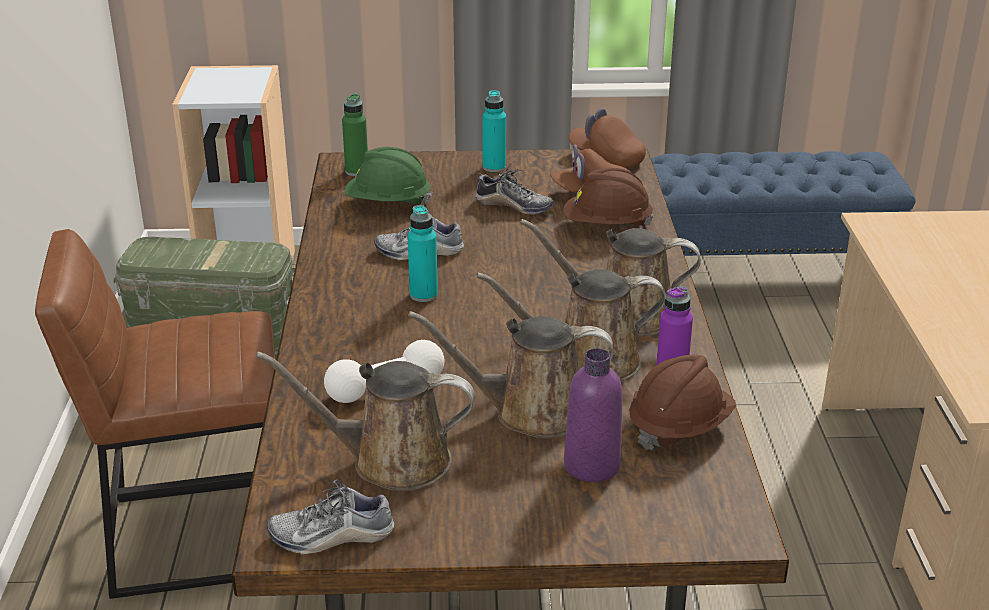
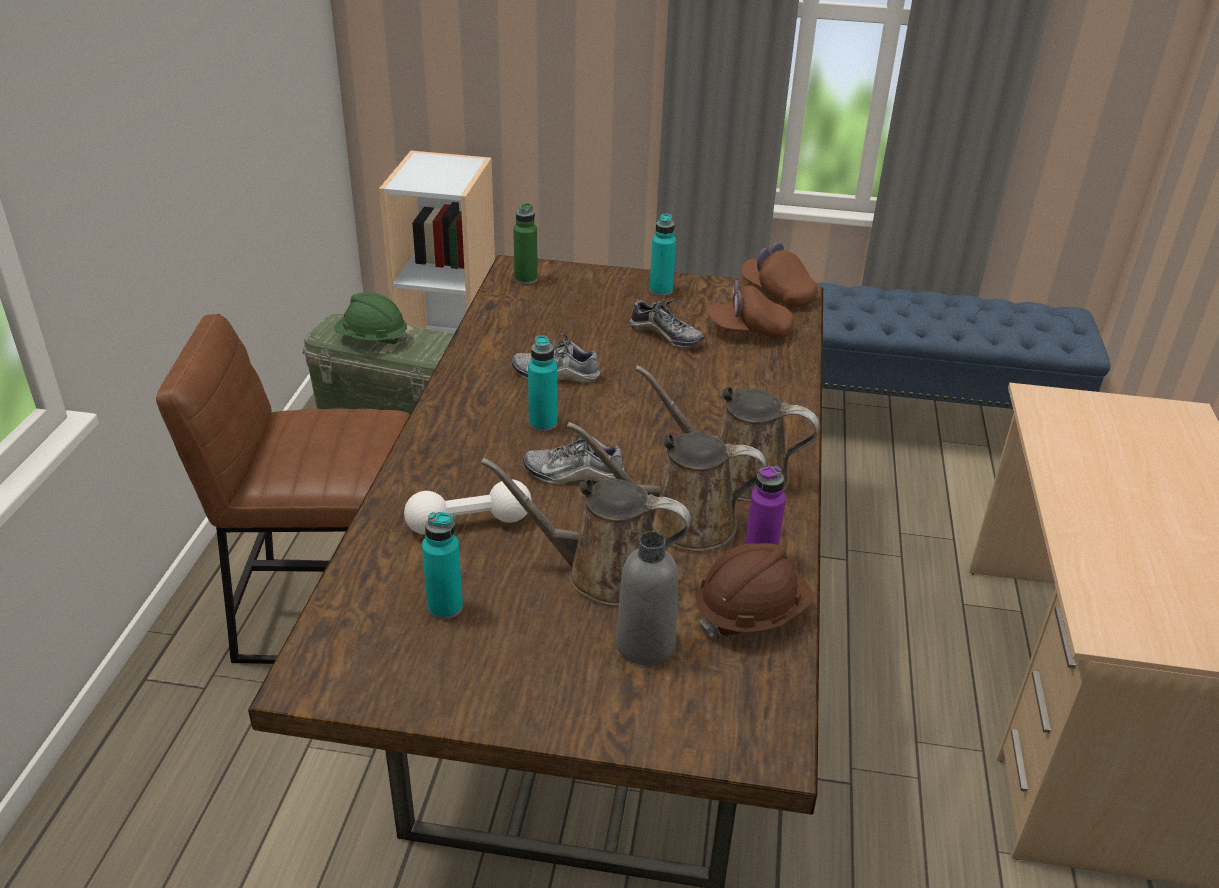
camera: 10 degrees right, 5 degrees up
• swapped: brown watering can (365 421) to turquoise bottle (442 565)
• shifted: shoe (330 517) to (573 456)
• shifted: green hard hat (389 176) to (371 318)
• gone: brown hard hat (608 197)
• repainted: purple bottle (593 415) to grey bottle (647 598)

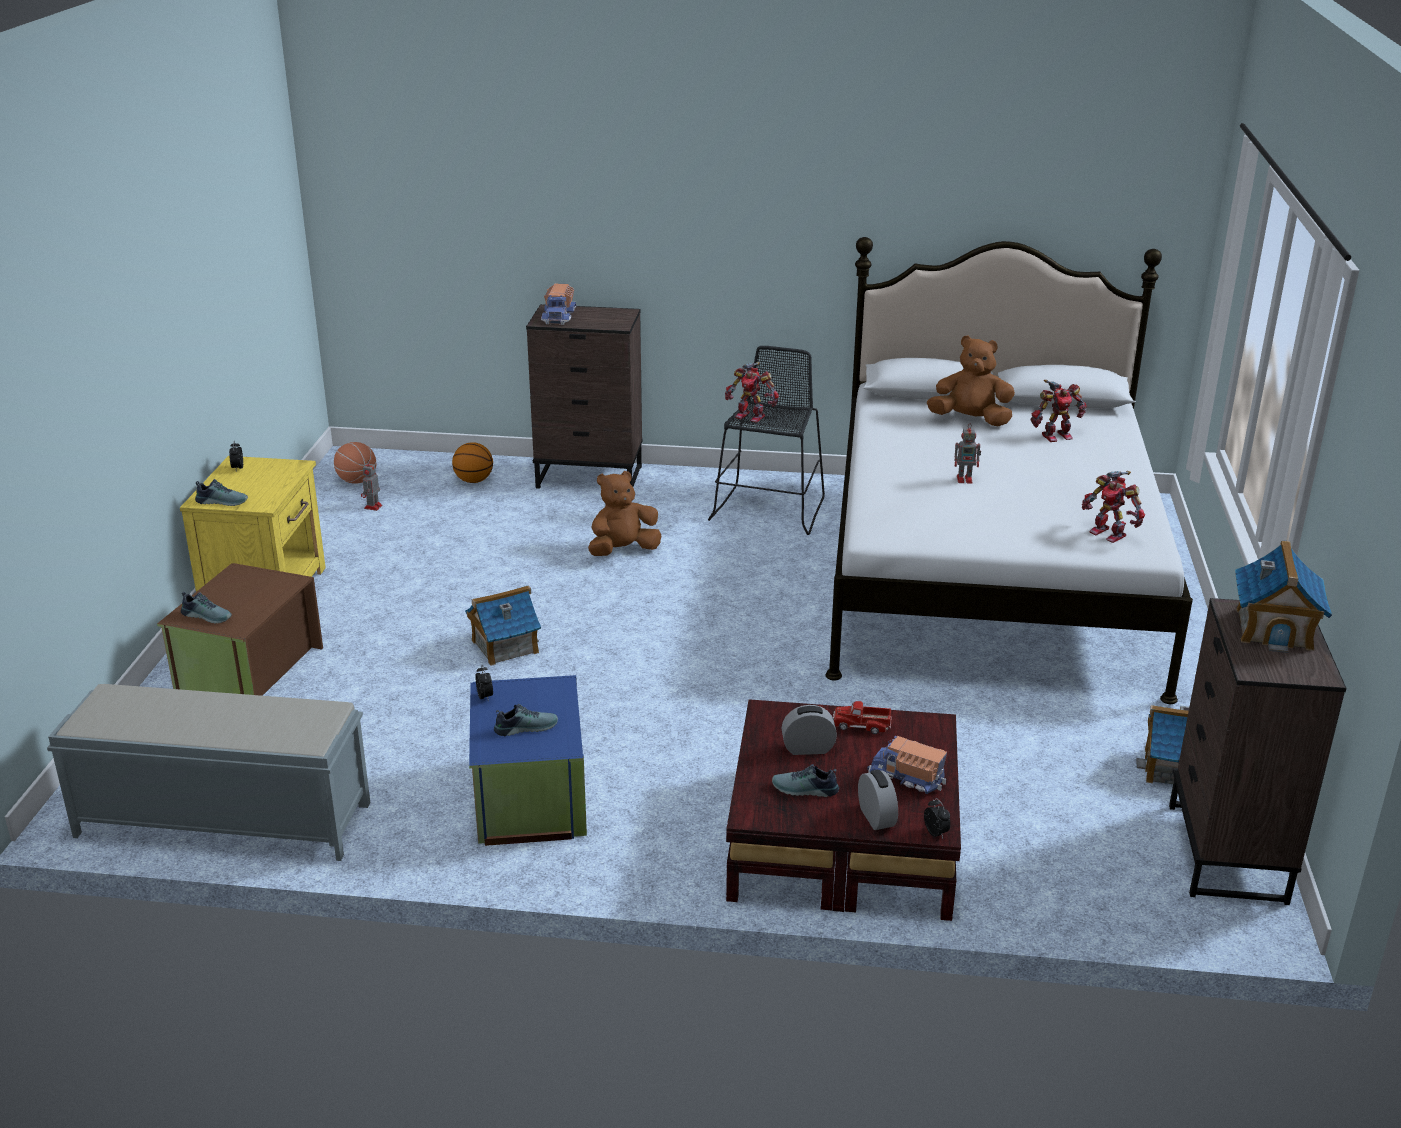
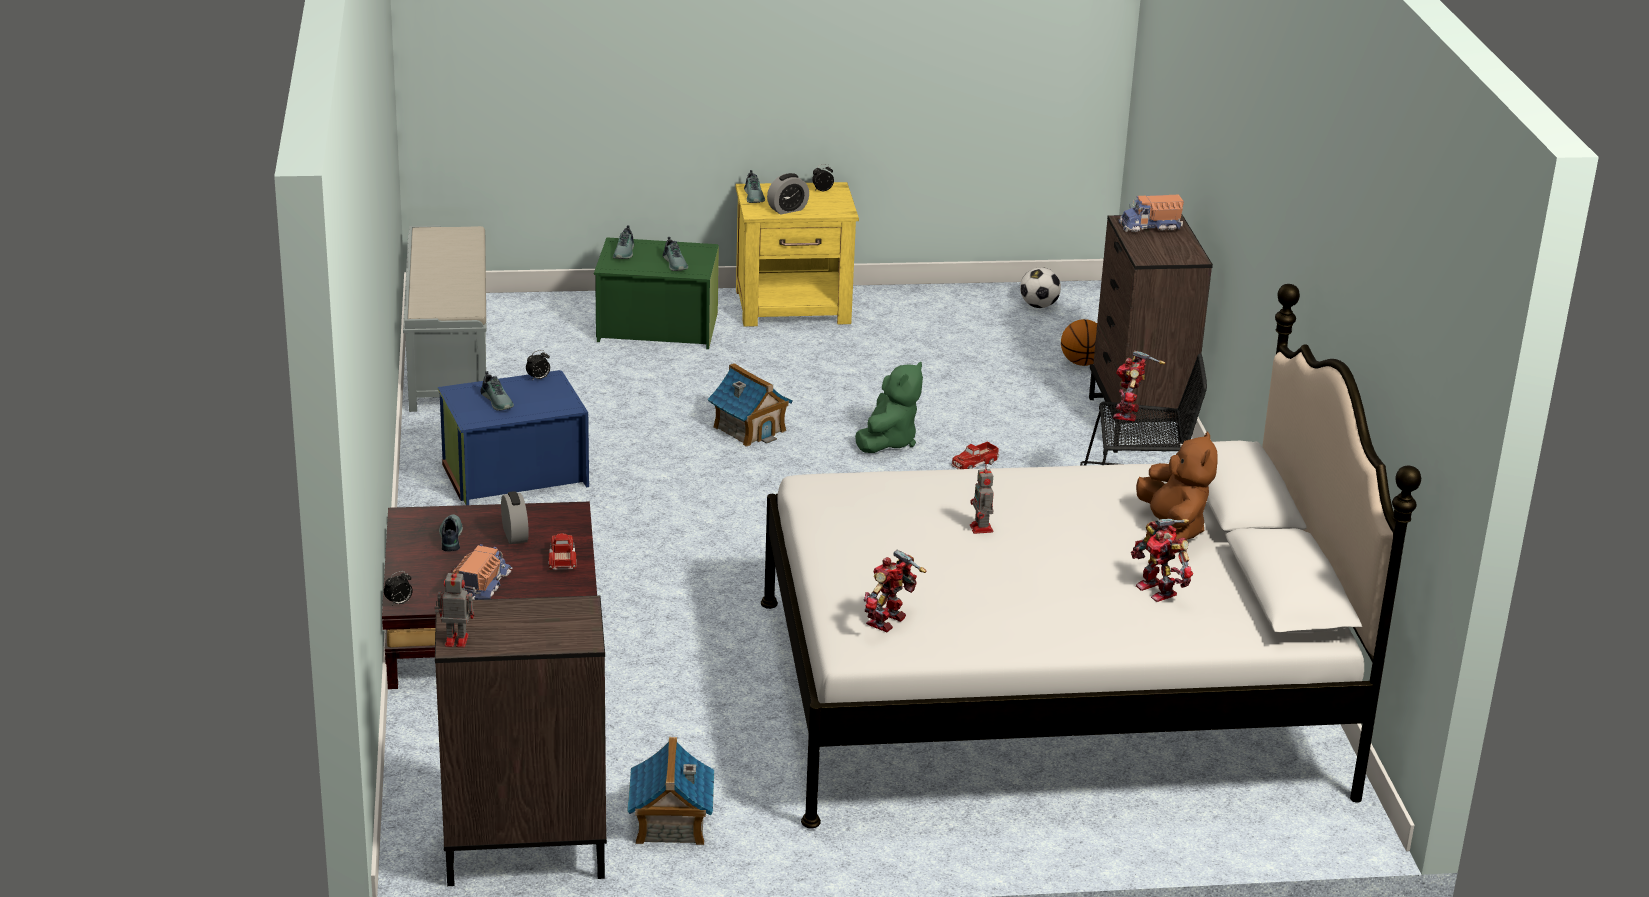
camera: 75 degrees right, 0 degrees up
• repainted: brown storage box (240 629) to green storage box (656 293)
• swapped: basketball (355 463) to football (1040 287)
• shifted: toy robot (371 487) to (454 607)
• swapped: brown plush toy (624 513) to toy truck (975 455)
• shifted: alarm clock (878 800) to (788 194)
• gone: toy house (1283 596)
• new: shoe (675 254)
• new: green plush toy (889 407)

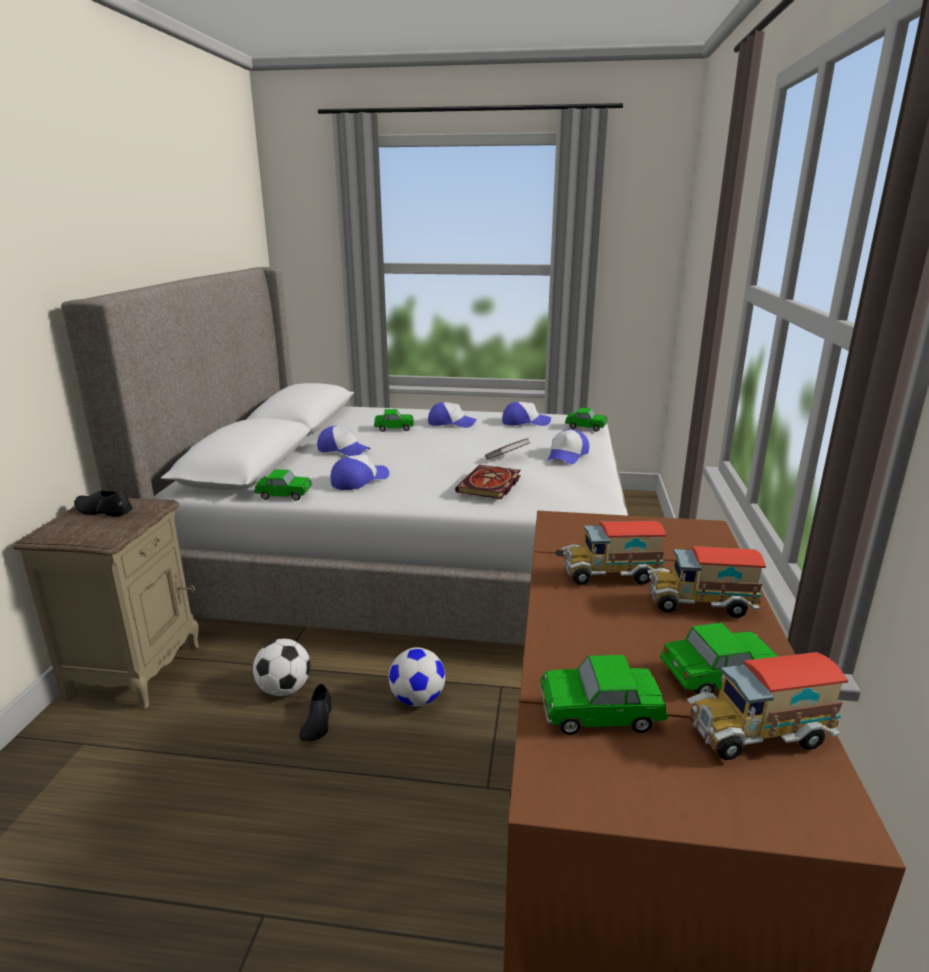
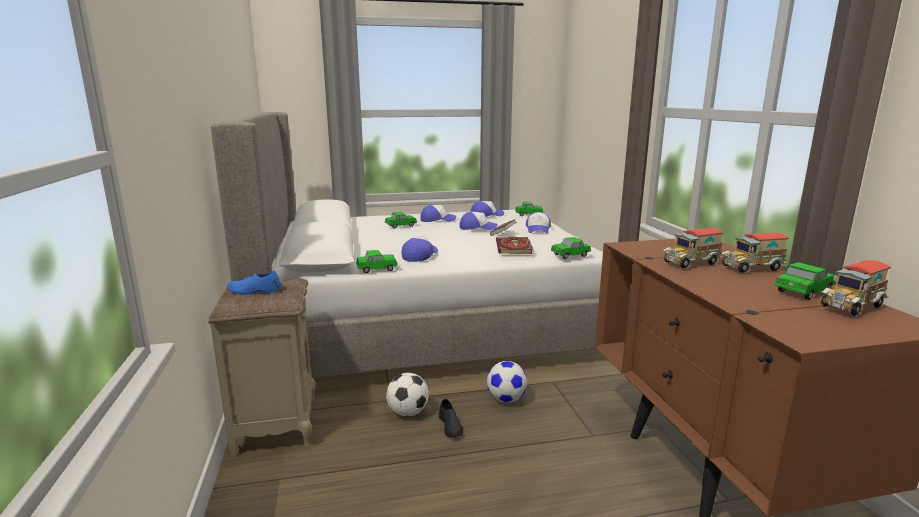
camera: 20 degrees left, 5 degrees down
• repainted: black shoe (103 503) to blue shoe (254 282)
• shifted: cap (344 441) to (478 221)
• shifted: toy car (603 695) to (571 248)

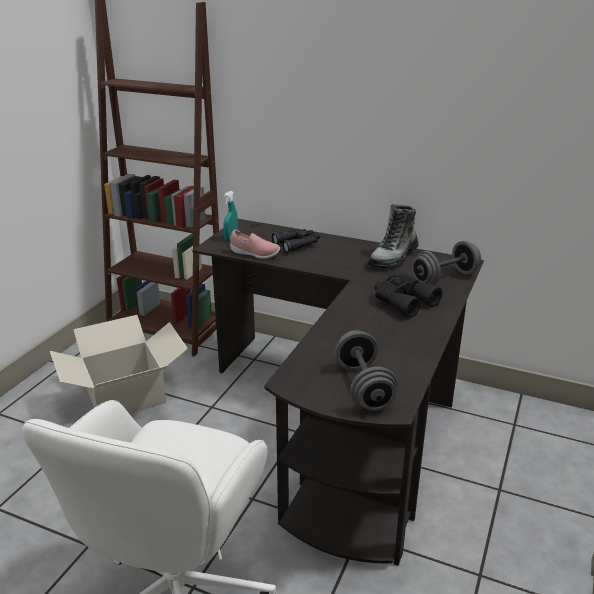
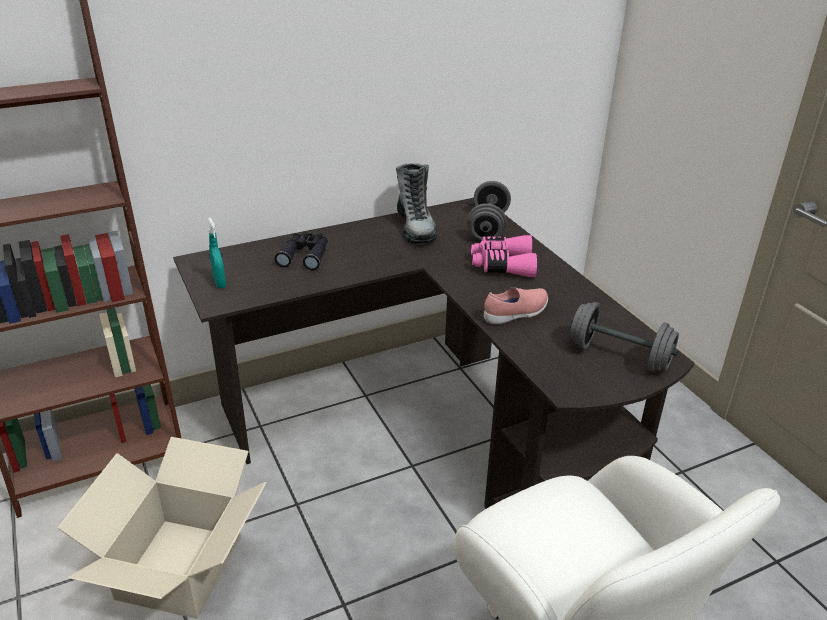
camera: 50 degrees left, 5 degrees up
• shifted: pink shoe (255 244) to (516 305)
• repainted: black binoculars (408 295) to pink binoculars (504 256)

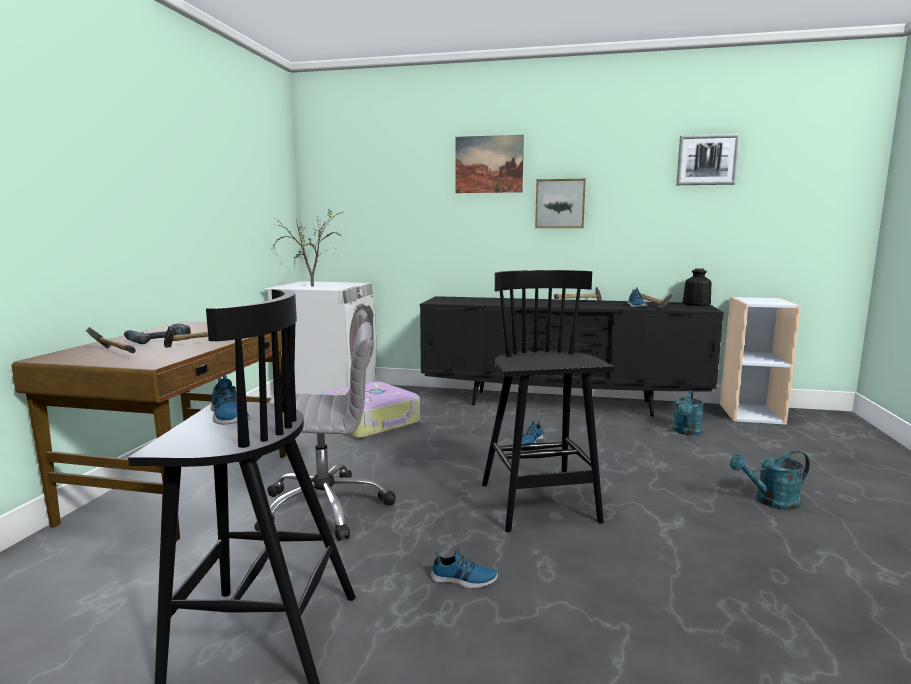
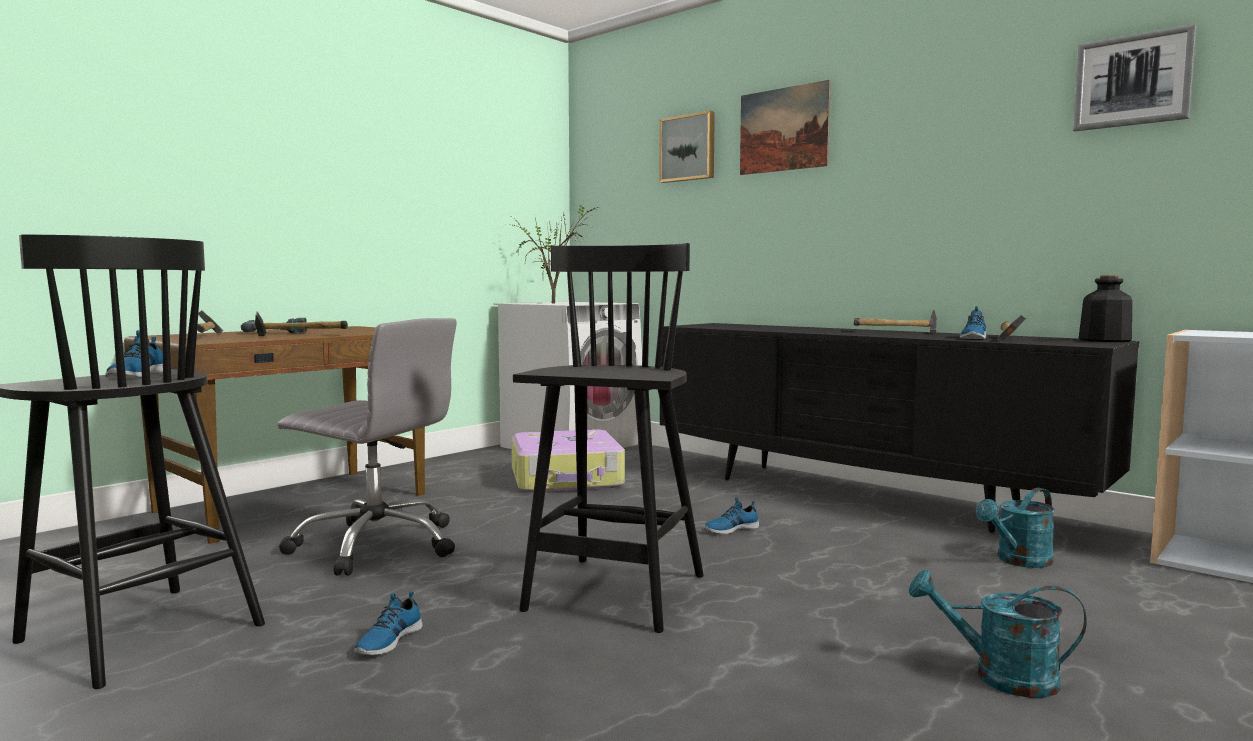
camera: 30 degrees right, 5 degrees down
• rotated: shoe (464 567) = (388 623) 75 degrees clockwise
• shifted: picture (560 203) to (687 147)

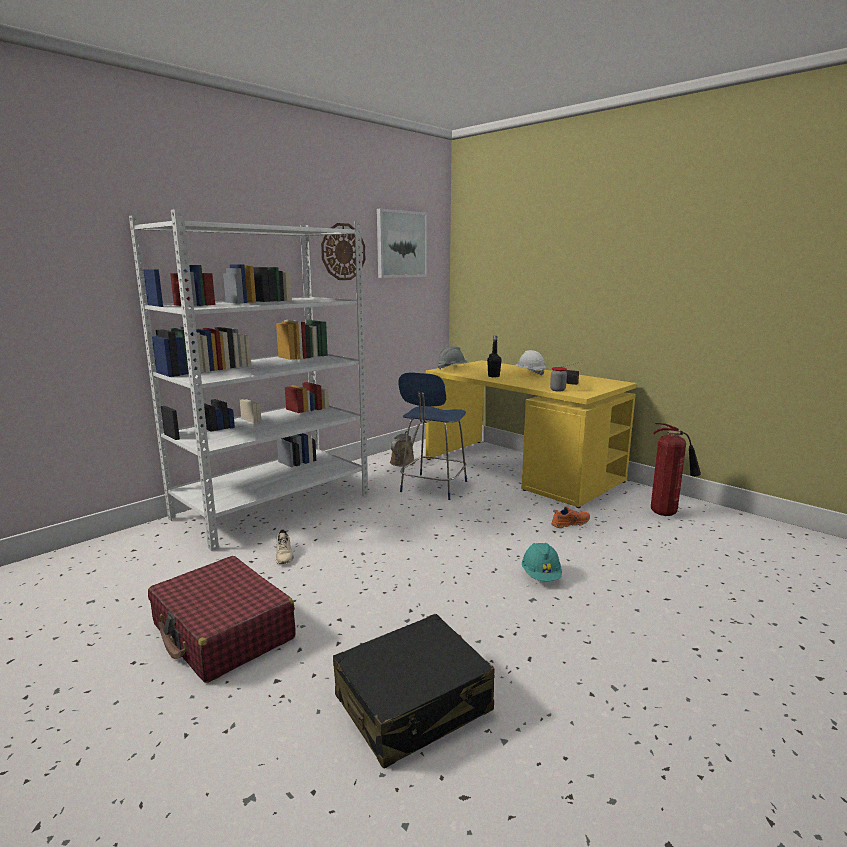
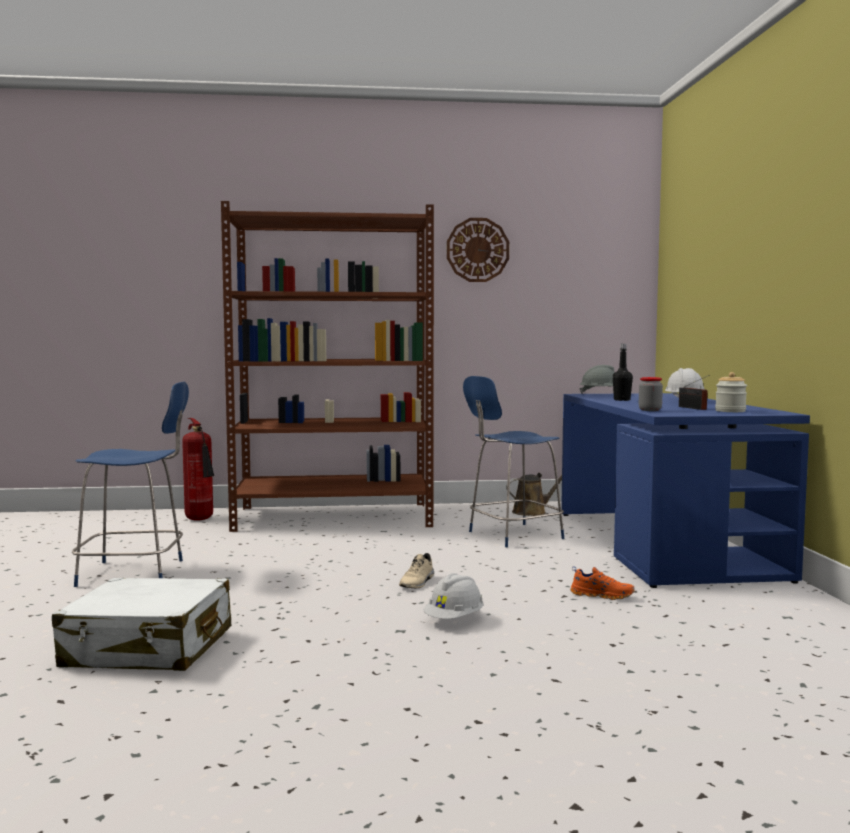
camera: 40 degrees right, 10 degrees down
• repainted: white bookcase (248 380) to brown bookcase (327 366)
• swapped: red suitcase (221 619) to blue chair (130 484)
• shifted: beige shoe (285 547) to (416 570)
• repainted: black suitcase (414 691) to white suitcase (141 624)
• gone: picture (402 243)
• repainted: yellow desk (531 434) to blue desk (685 490)
• repainted: turquoise hard hat (542 562) to white hard hat (453 596)
• shifted: fire extinguisher (676 469) to (198 469)
• new: jar (731 392)

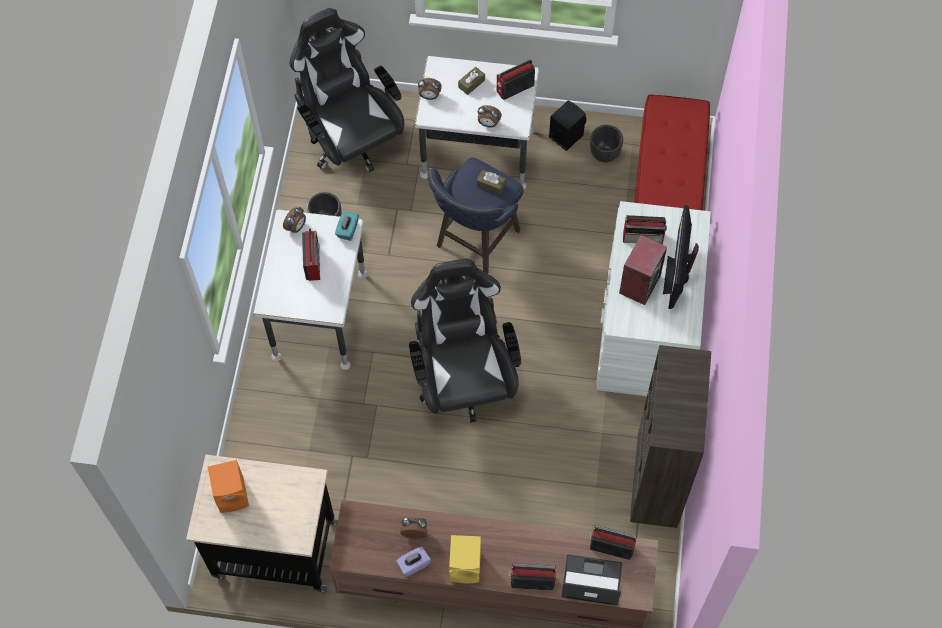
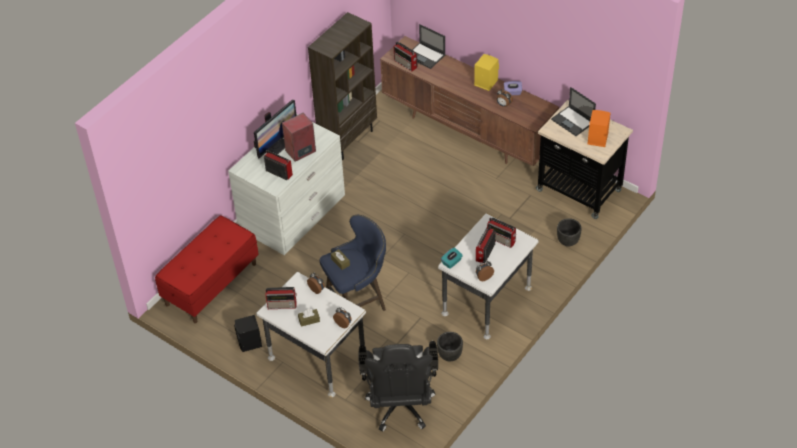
camera: 150 degrees left, 15 degrees down
• gone: black office chair (465 340)
• shifted: radio (532 577) to (501 233)
• shifted: black planter (606 143) to (569 232)
• new: laptop (573 111)

